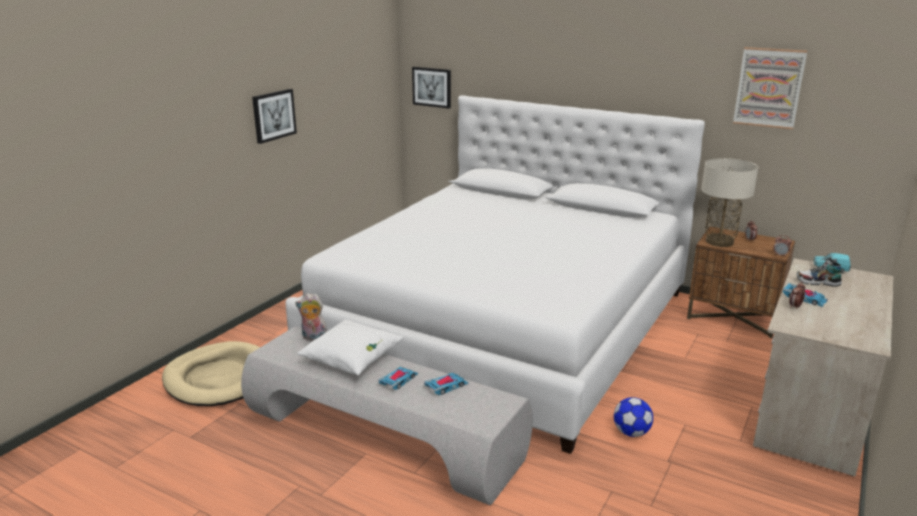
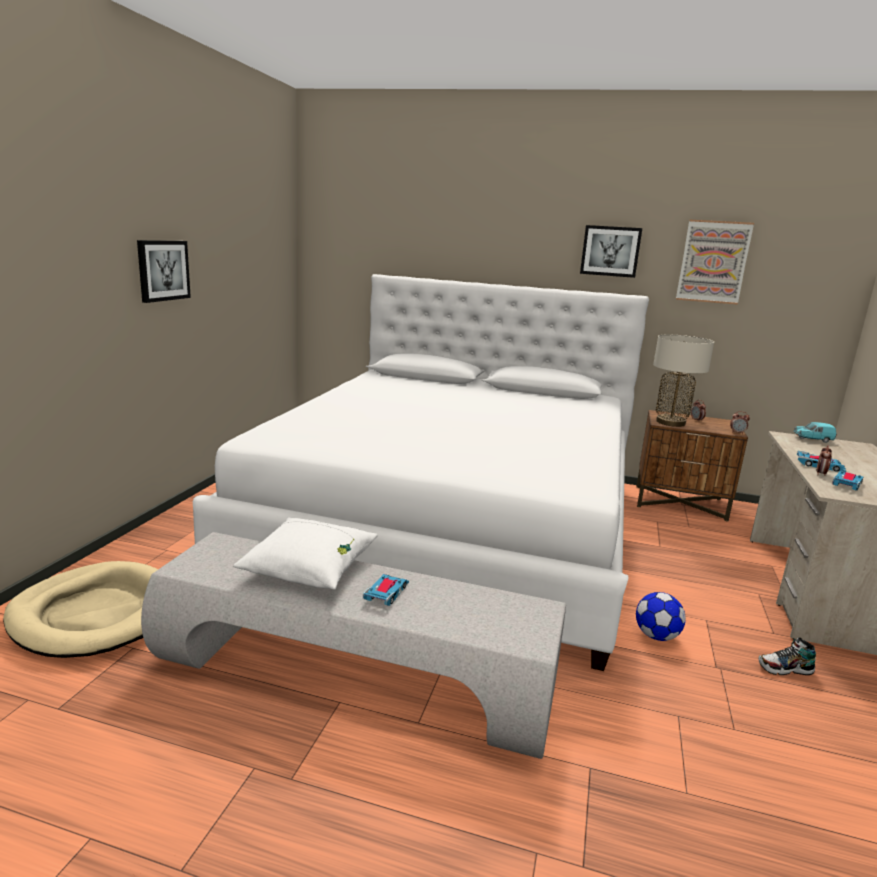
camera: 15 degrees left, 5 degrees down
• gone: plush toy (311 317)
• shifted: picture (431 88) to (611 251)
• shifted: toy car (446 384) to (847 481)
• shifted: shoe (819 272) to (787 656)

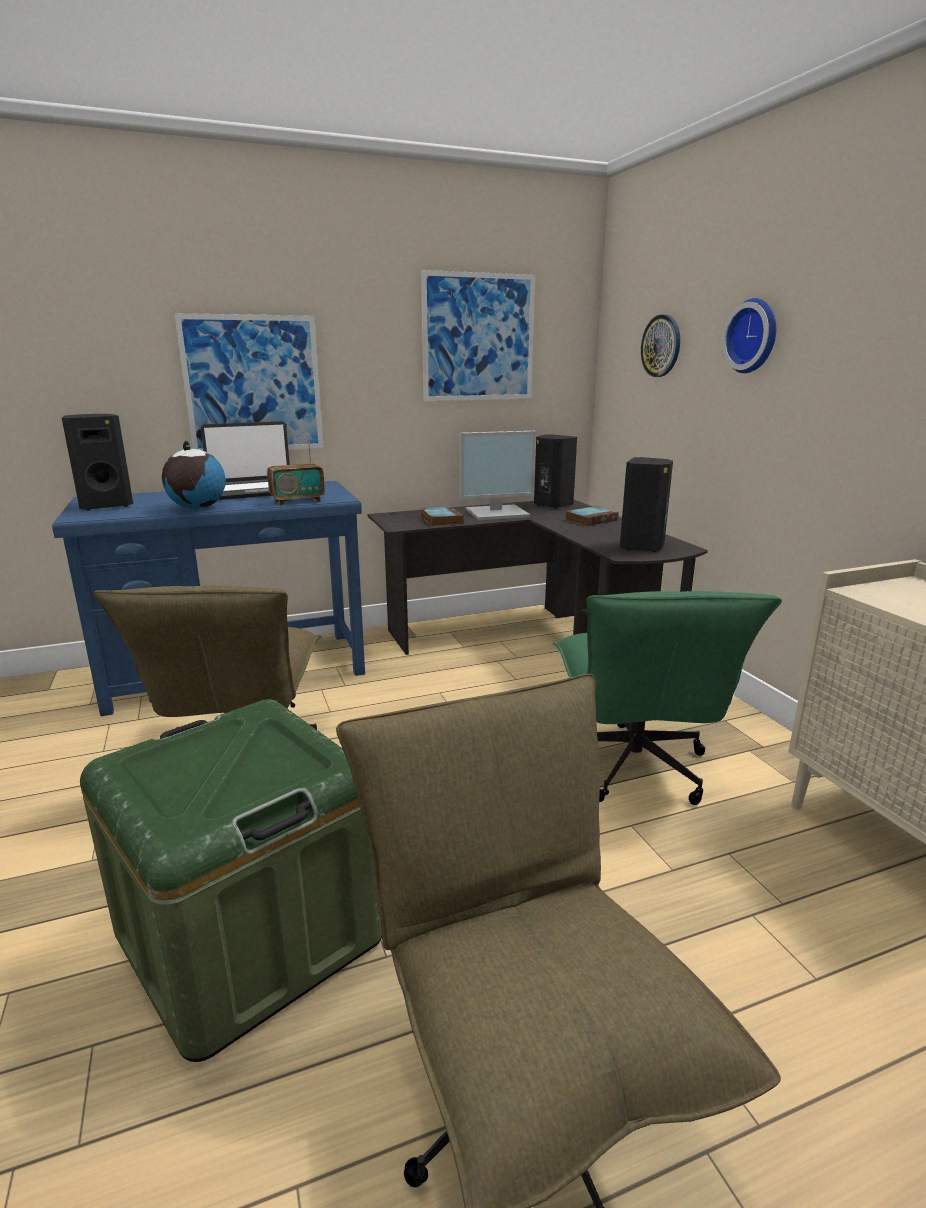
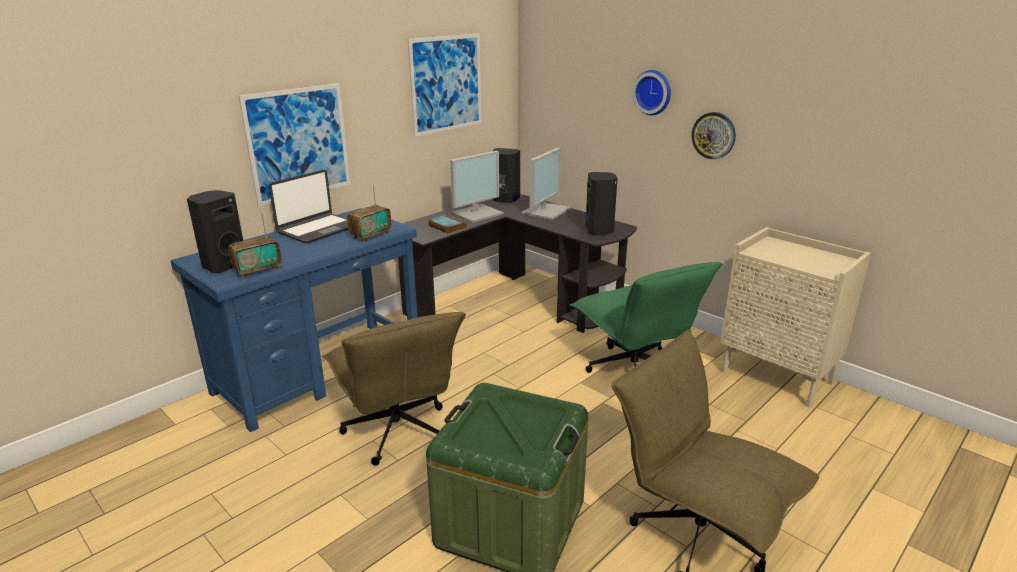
camera: 25 degrees left, 5 degrees up
• gone: globe (194 475)
• swapped: book (592 516) to monitor (546 183)
• shifted: wall clock (660 345) to (713 135)
• new: radio (255 246)

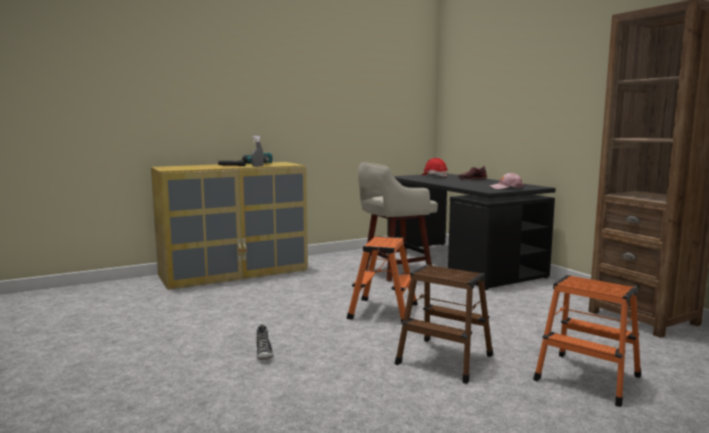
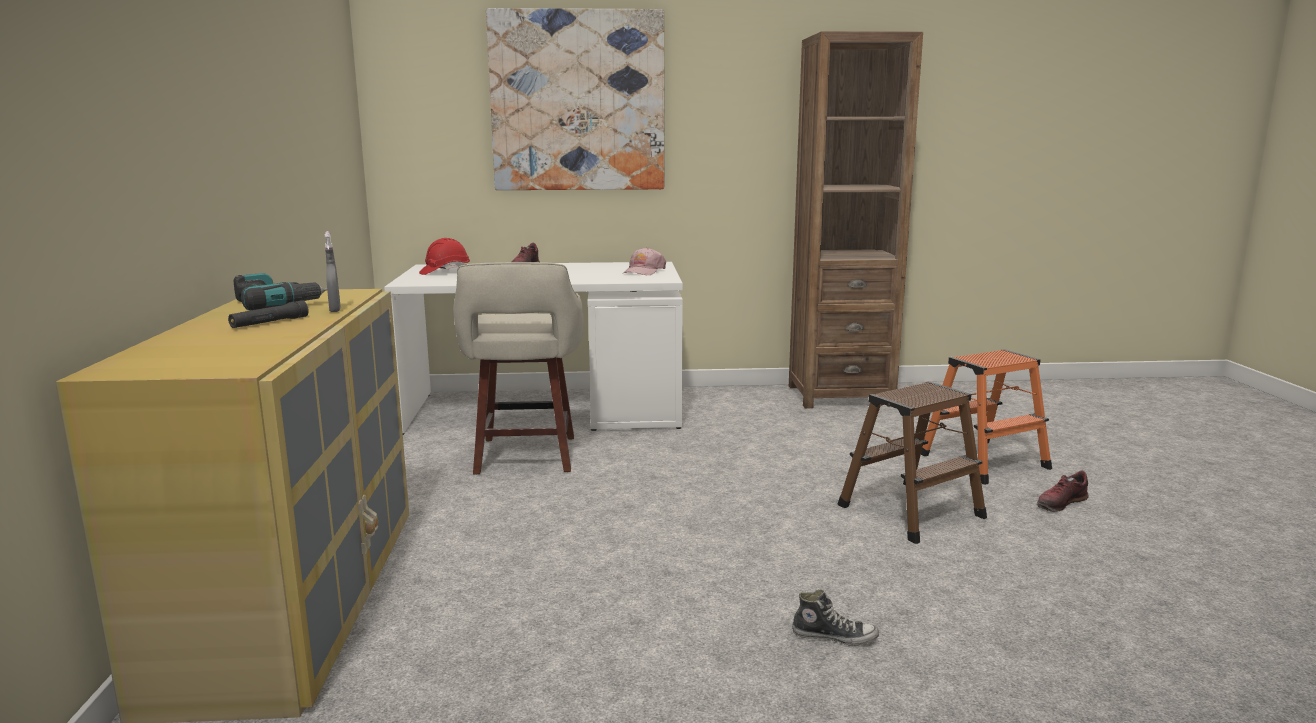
camera: 65 degrees left, 5 degrees up
• gone: orange step ladder (382 279)
• repainted: black desk (471 231) to white desk (533 348)
• new: picture (575 99)
• new: shoe (1063 491)

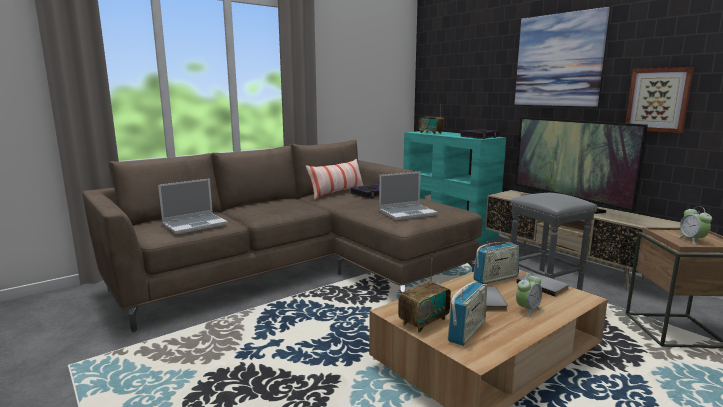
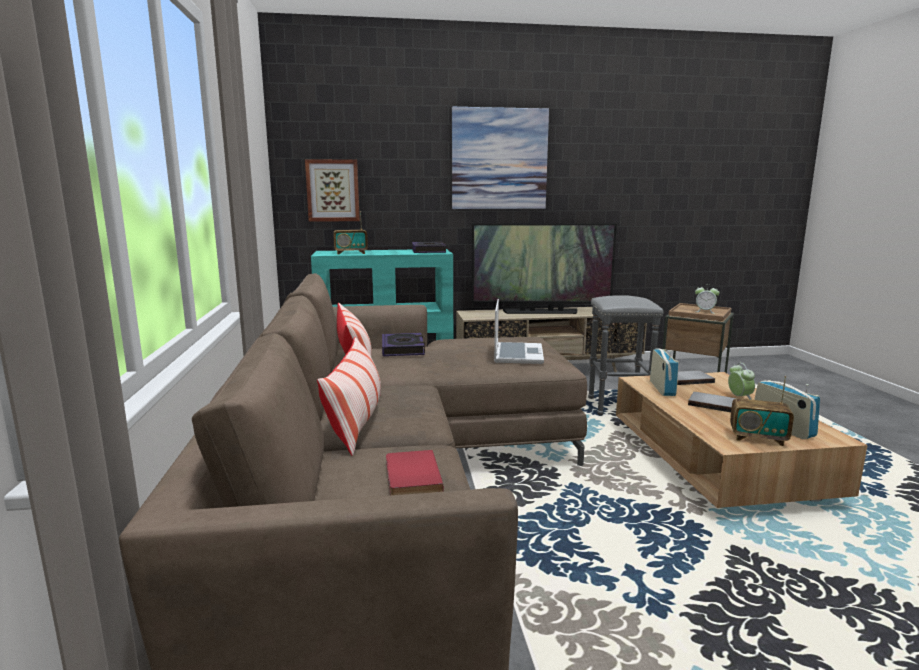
camera: 60 degrees left, 0 degrees up
• swapped: laptop (193 206) to red book (415 472)
• rotated: radio (424 295) = (762 411) 120 degrees clockwise
• shifted: picture (659 100) to (332 190)
• new: pillow (349 396)

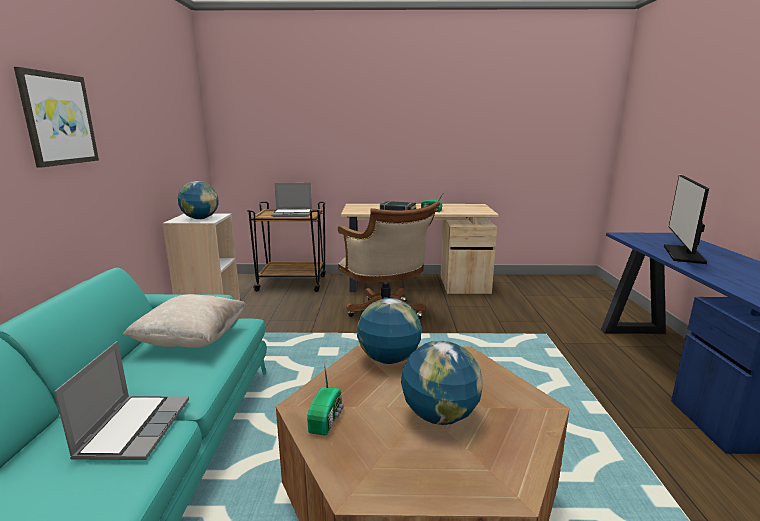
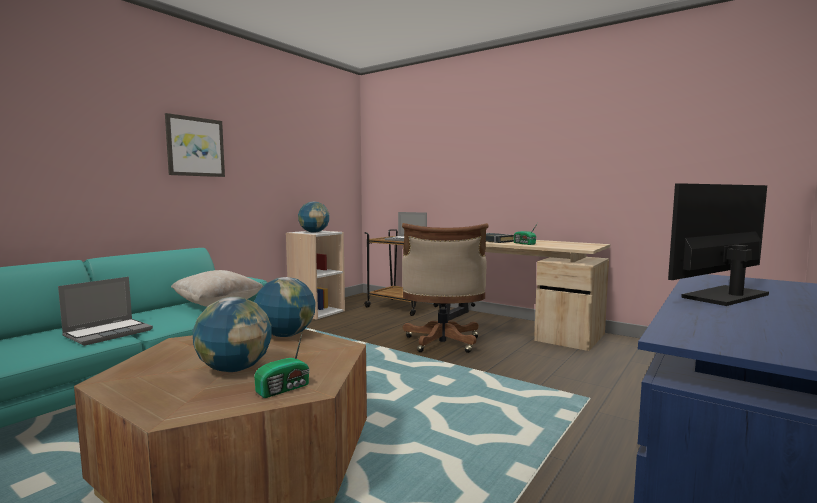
camera: 35 degrees right, 10 degrees down
• shifted: radio (325 398) to (282 366)

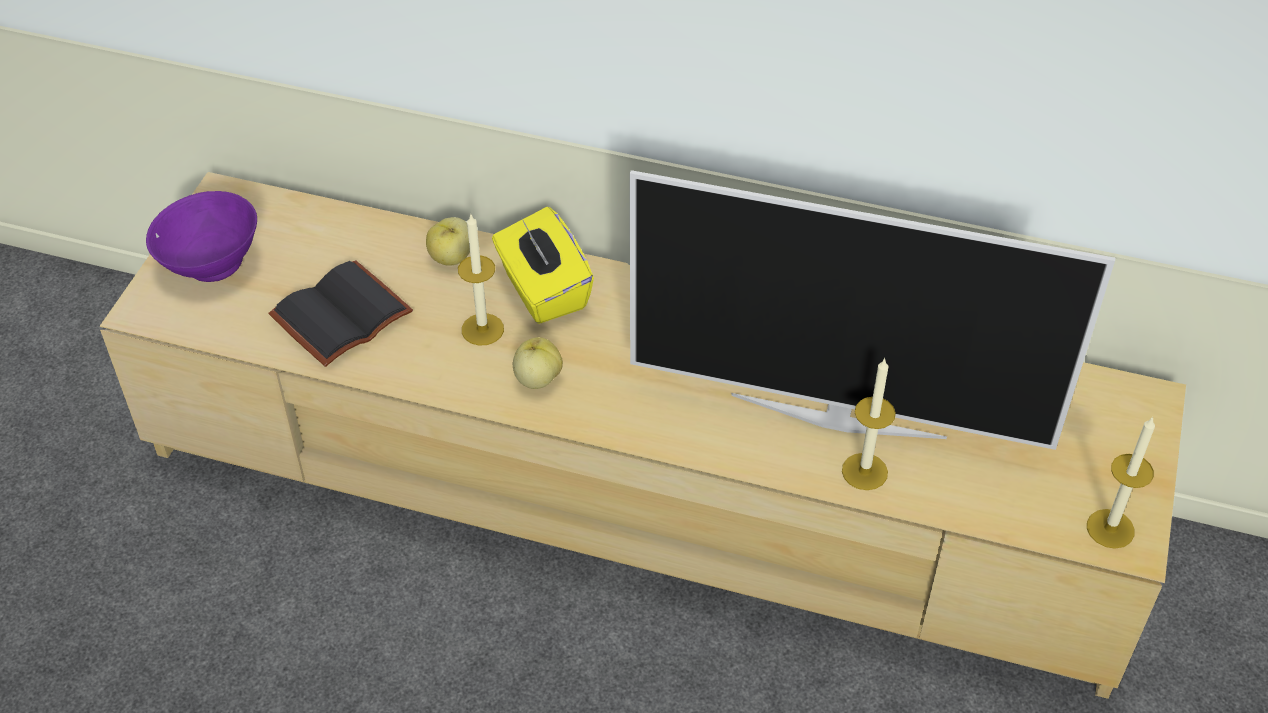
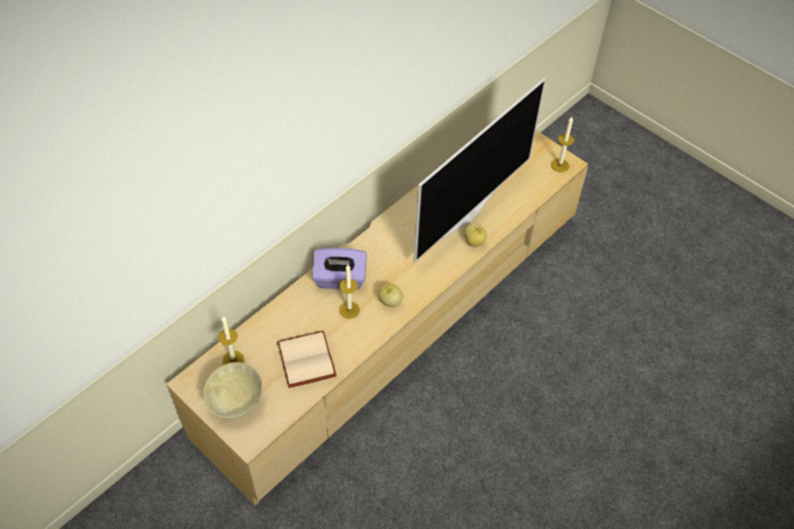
camera: 65 degrees left, 5 degrees up
• repainted: purple bowl (201 236) to beige bowl (232 390)
• repainted: black book (340 313) to beige book (307 359)
• shifted: apple (448 241) to (475 235)
• repainted: yellow tissue box (543 265) to purple tissue box (339 268)
• shifted: candle (869 424) to (231 340)

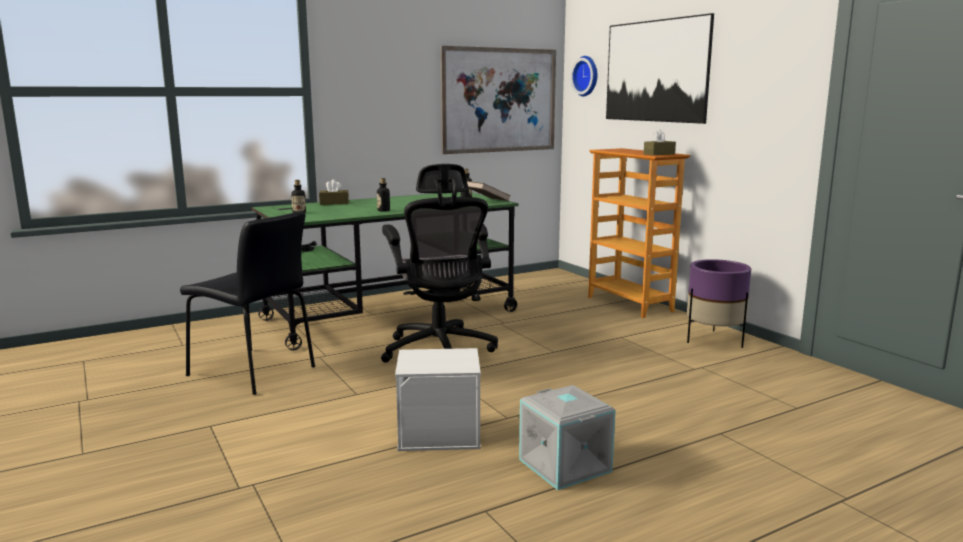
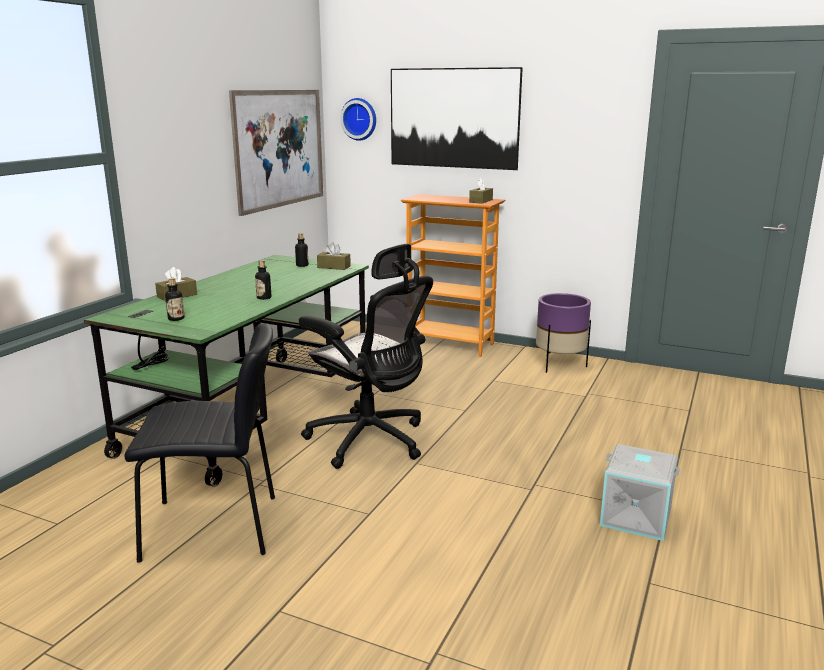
camera: 35 degrees left, 5 degrees up
• gone: white storage box (438 399)
• swapped: brown book (488 191) to brown tissue box (334 256)

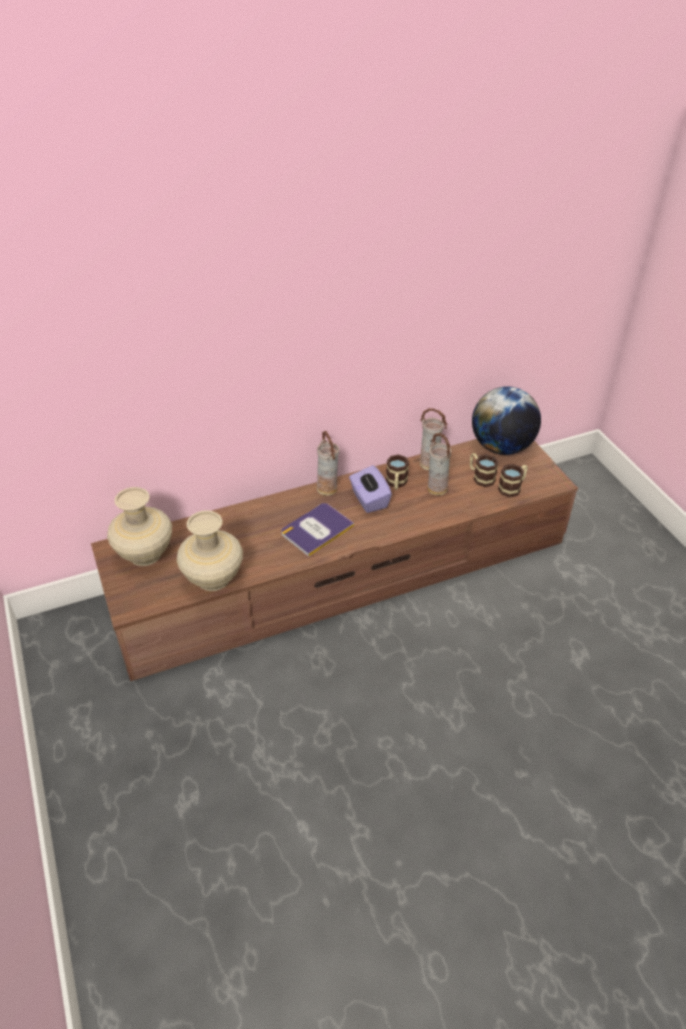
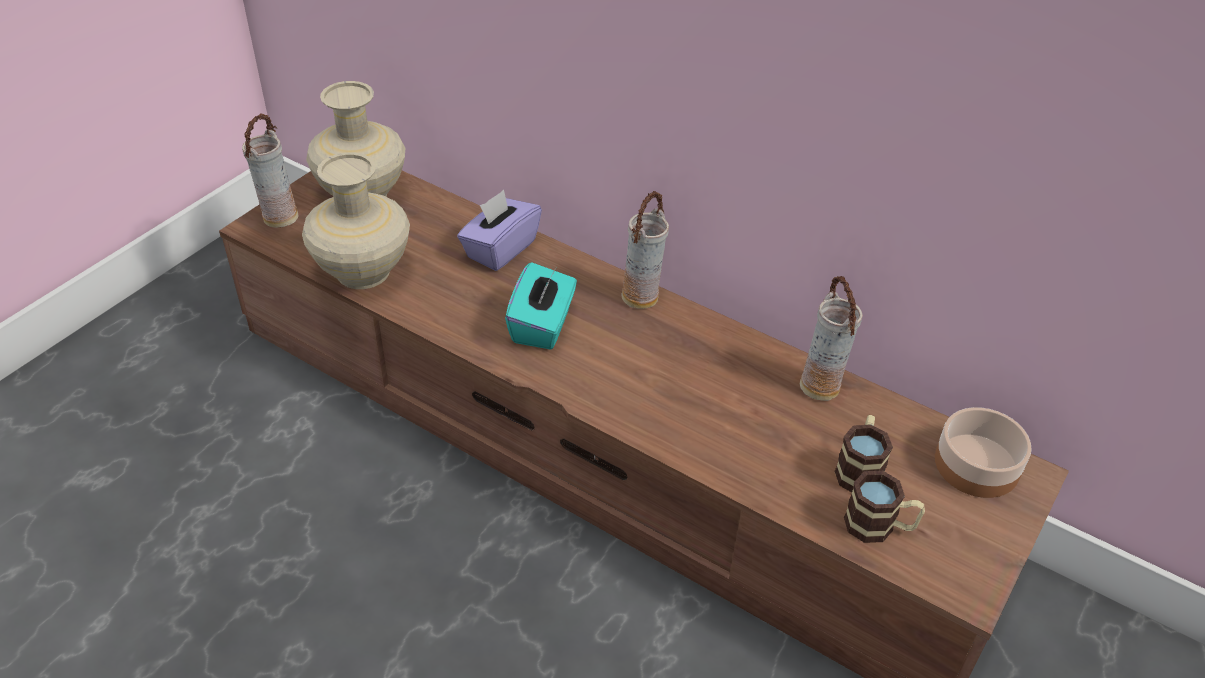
camera: 55 degrees right, 0 degrees up
• swapped: book (317 529) to turquoise tissue box (541 306)
• shifted: purple tissue box (370 489) to (499 230)
• gone: mug (397 472)
• shifted: vase (439 464) to (270 170)
• swapped: globe (506 420) to bowl (983 452)

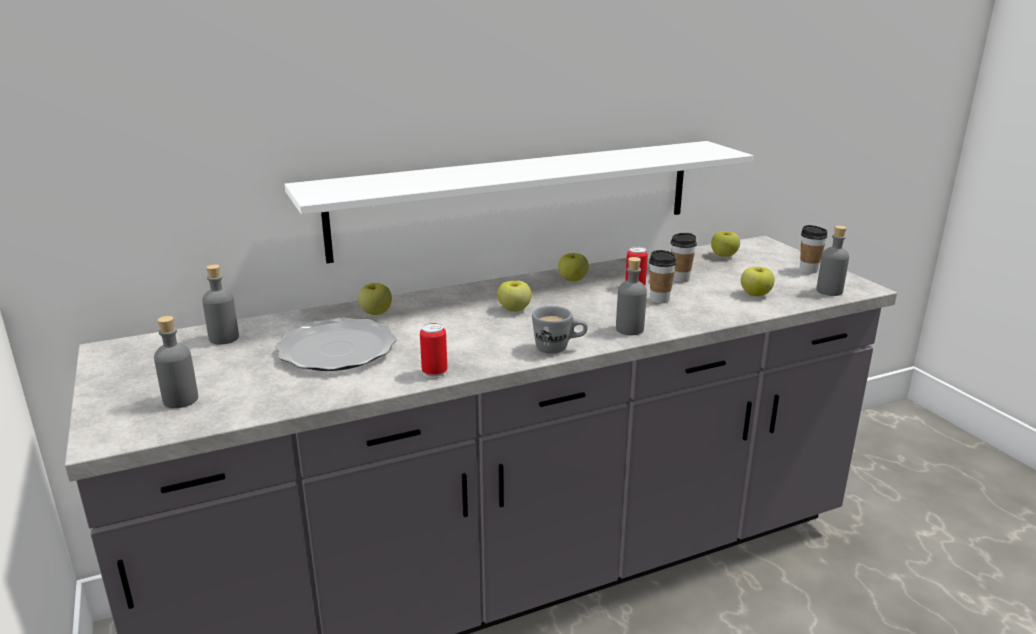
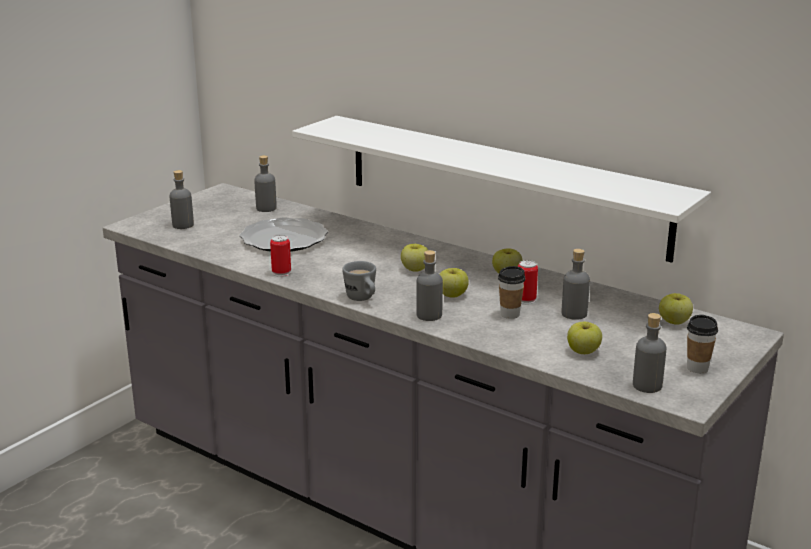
camera: 60 degrees right, 0 degrees up
• shifted: apple (375 299) to (454 283)
• swapped: cup (684 257) to grey bottle (576 284)

